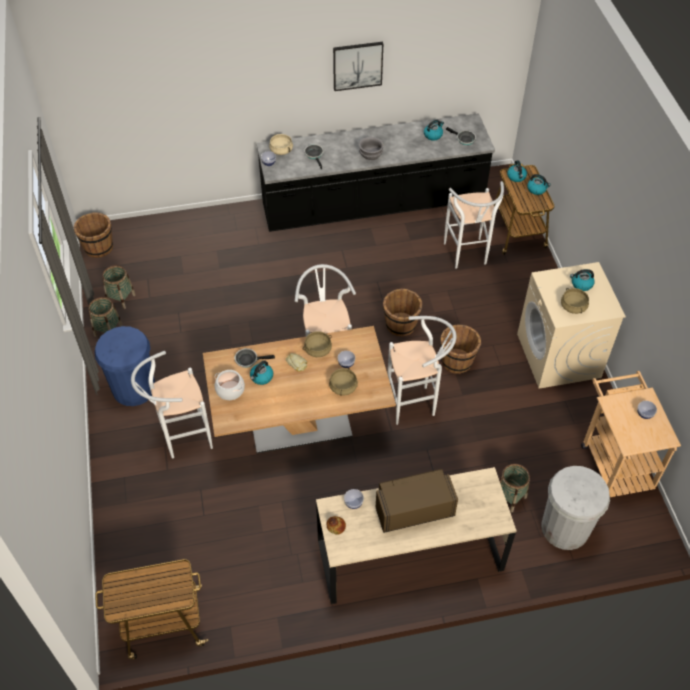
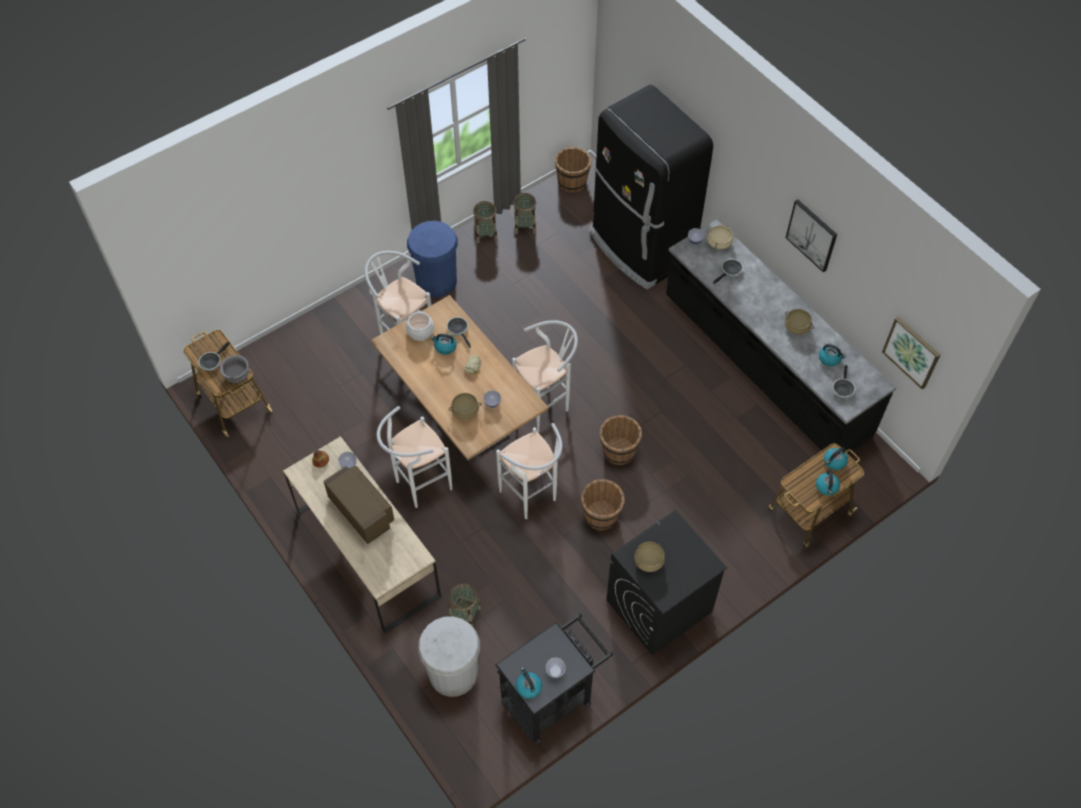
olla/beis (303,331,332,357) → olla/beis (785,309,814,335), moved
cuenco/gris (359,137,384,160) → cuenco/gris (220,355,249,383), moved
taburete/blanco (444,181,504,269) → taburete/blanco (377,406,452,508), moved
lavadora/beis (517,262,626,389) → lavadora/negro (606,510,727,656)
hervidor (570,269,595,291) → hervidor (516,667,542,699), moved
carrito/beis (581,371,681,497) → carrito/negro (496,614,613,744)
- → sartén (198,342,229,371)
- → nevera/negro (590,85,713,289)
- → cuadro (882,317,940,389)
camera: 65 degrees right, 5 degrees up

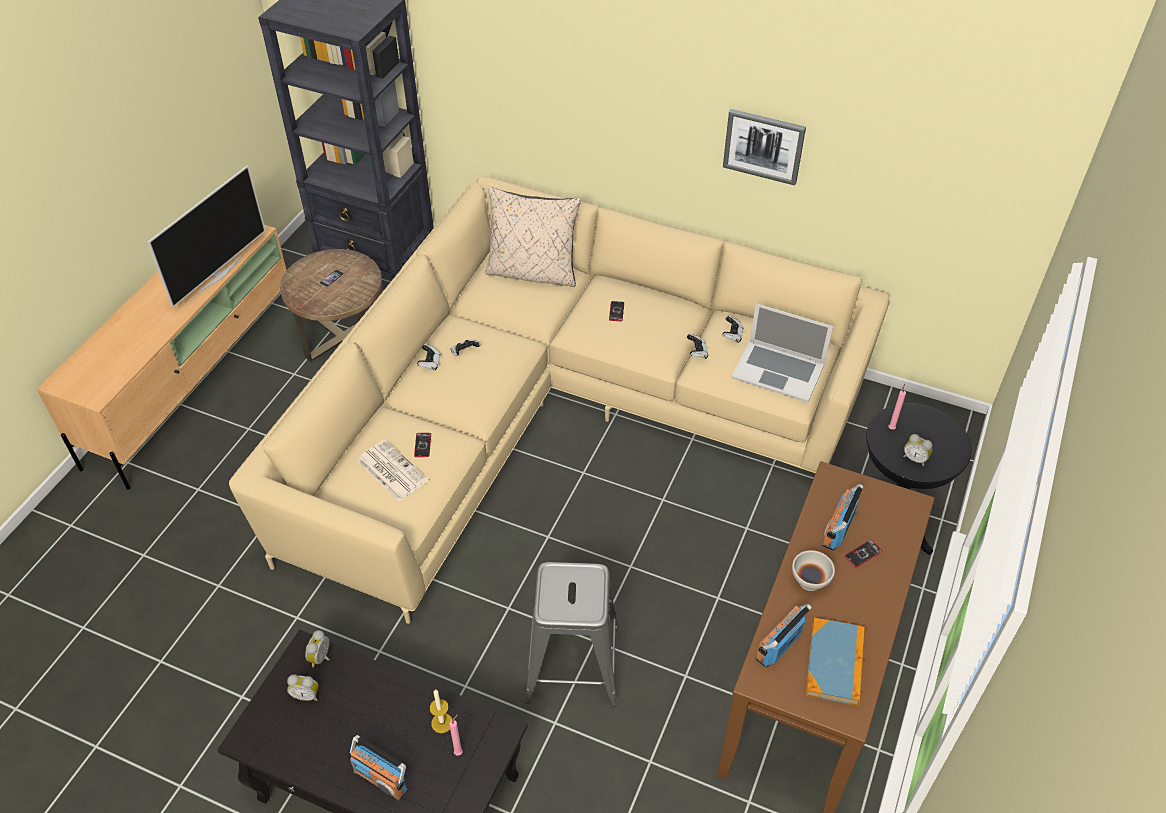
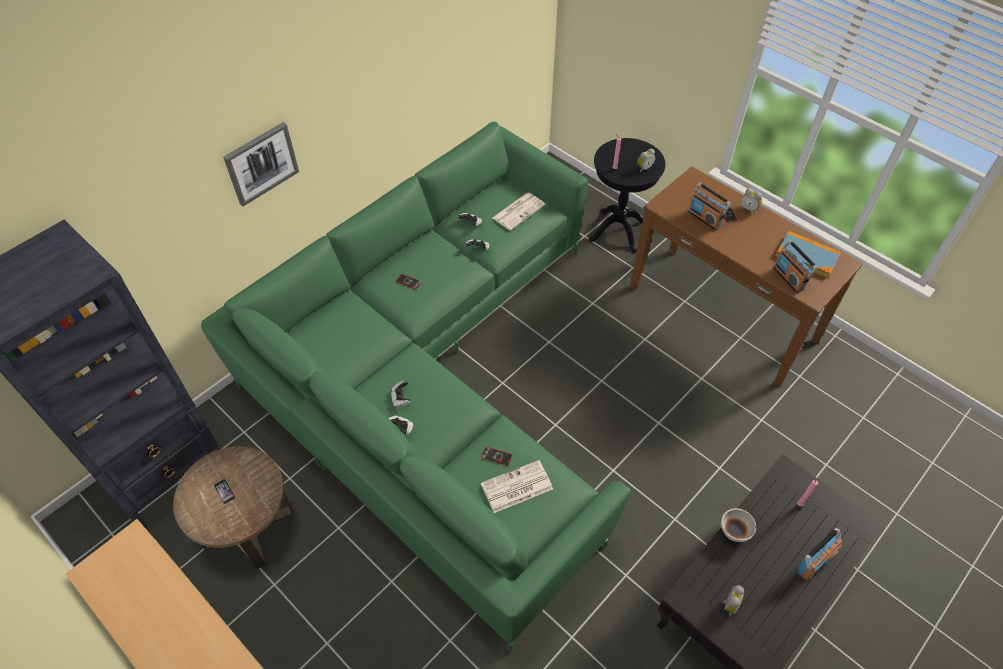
televisor (148,165,266,308) → -
sofá/beis (229,176,890,624) → sofá/verde (201,122,631,652)
despertador (305,630,330,667) → despertador (741,188,762,214), moved
vela (430,689,453,733) → -
cojín/beis (486,187,581,287) → -
taburete/gris (525,562,619,707) → -
cuadro (723,109,806,186) → cuadro (223,122,299,206), moved
portátil (732,303,833,403) → periódico (493,193,545,230)
cuenco/blanco (792,550,835,591) → cuenco/blanco (721,508,756,542), moved
camera: 70 degrees left, 5 degrees up

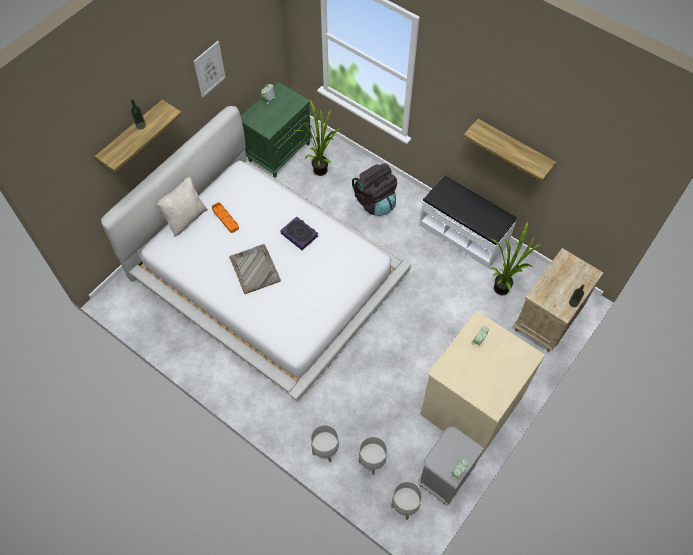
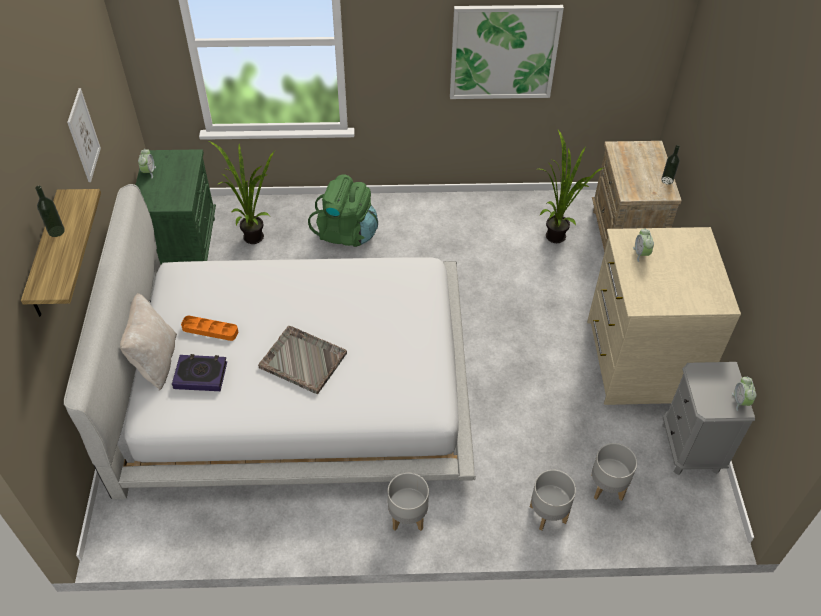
libro (280,217,318,250) → libro (172,354,227,391), moved
mochila/negro (352,164,397,216) → mochila/verde (308,175,378,247)
maceta/gris (391,481,422,520) → maceta/gris (388,473,429,531), moved
banco/blanco (419,175,517,269) → -
estante (463,119,556,181) → cuadro (450,5,564,99)
camera: 40 degrees left, 10 degrees down

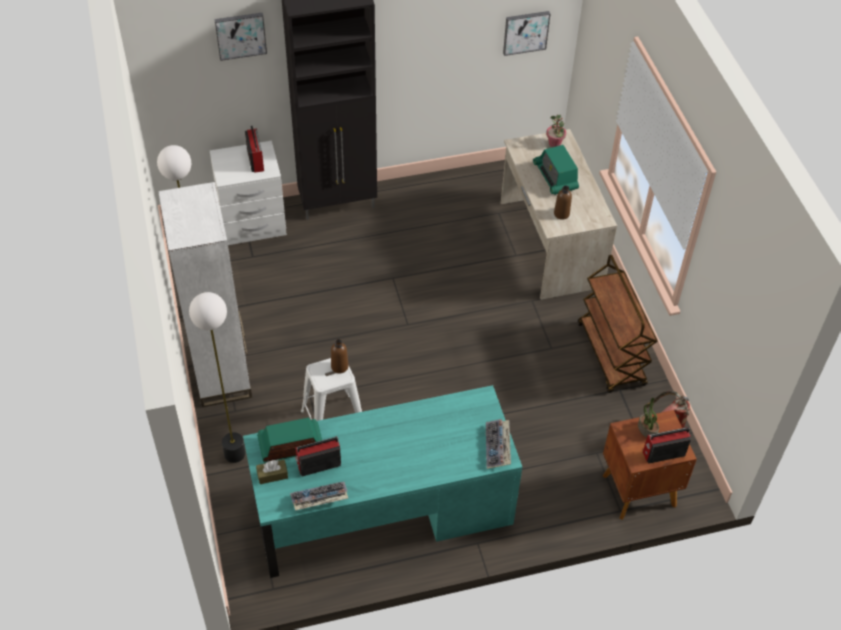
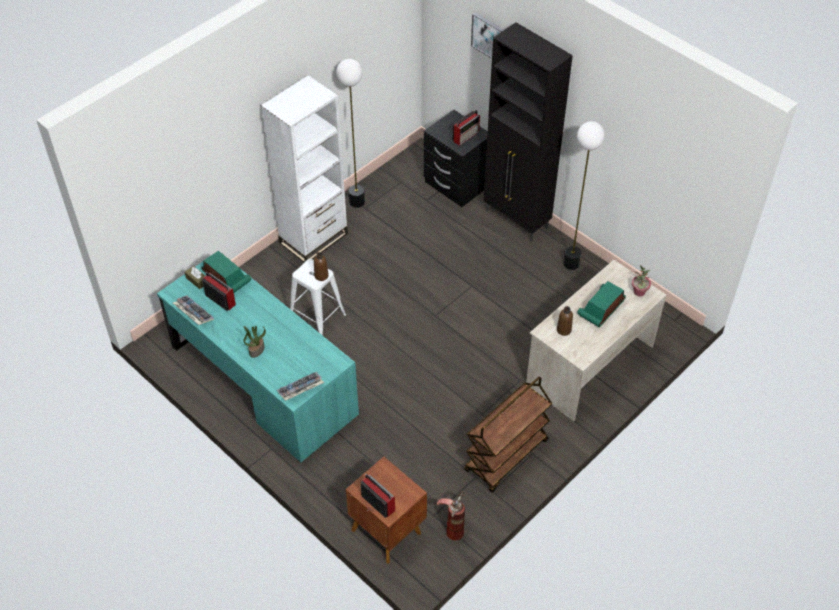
lámpara de pie (189,292,245,463) → lámpara de pie (563,121,605,270), moved
mesita de noche/blanco (210,141,287,245) → mesita de noche/negro (424,110,488,207)
cuadro (503,11,550,56) → -
planta en maceta (638,398,659,437) → planta en maceta (244,326,266,358), moved
camera: 60 degrees right, 0 degrees up

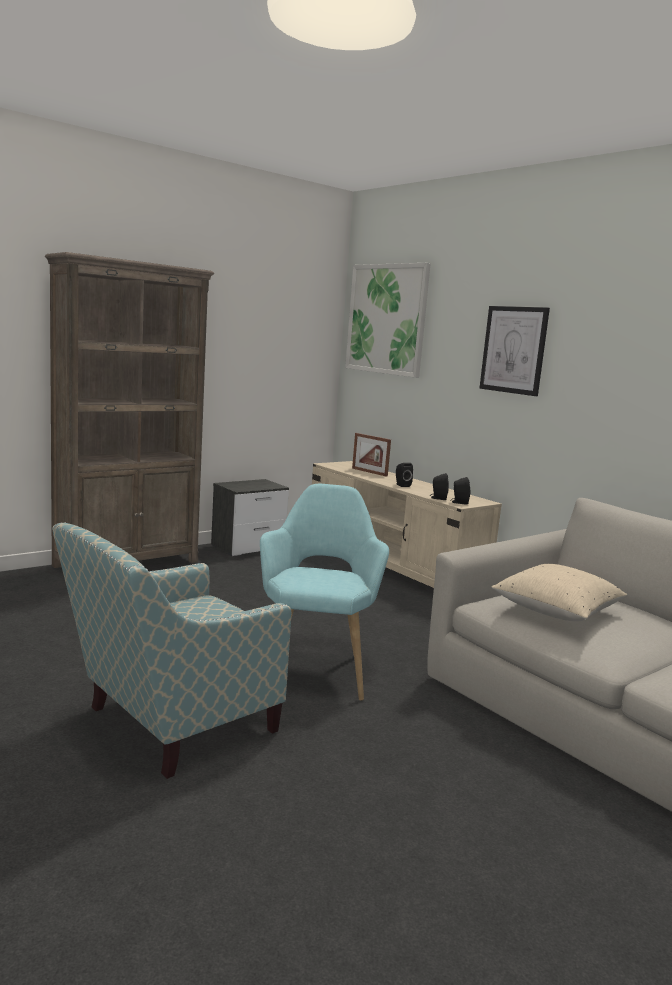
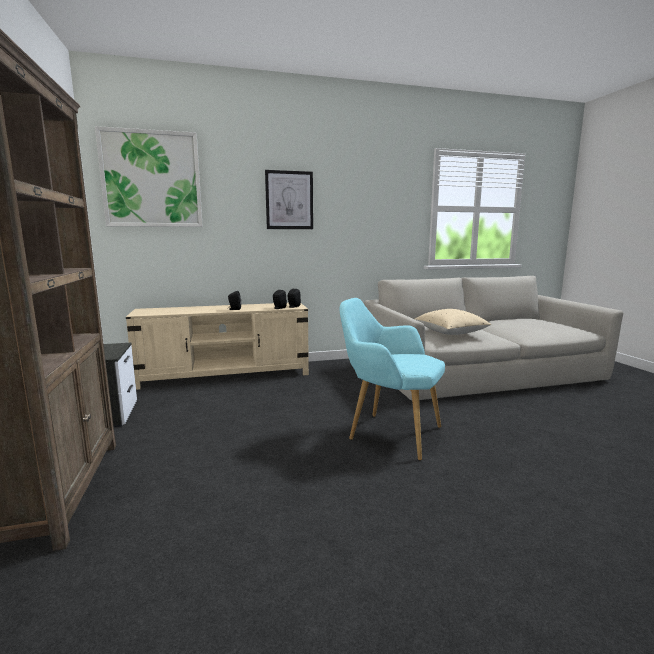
sillón (52,522,291,779) → -
portarretratos (352,433,391,477) → -
camera: 65 degrees left, 0 degrees up

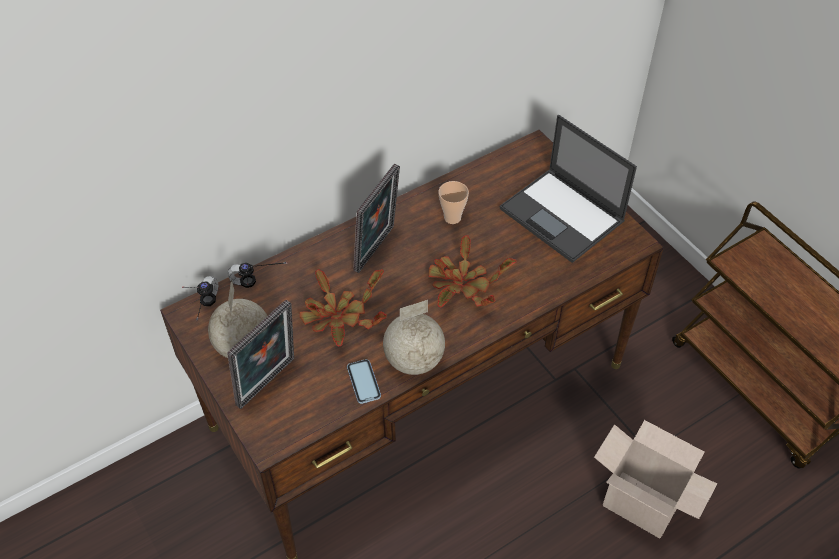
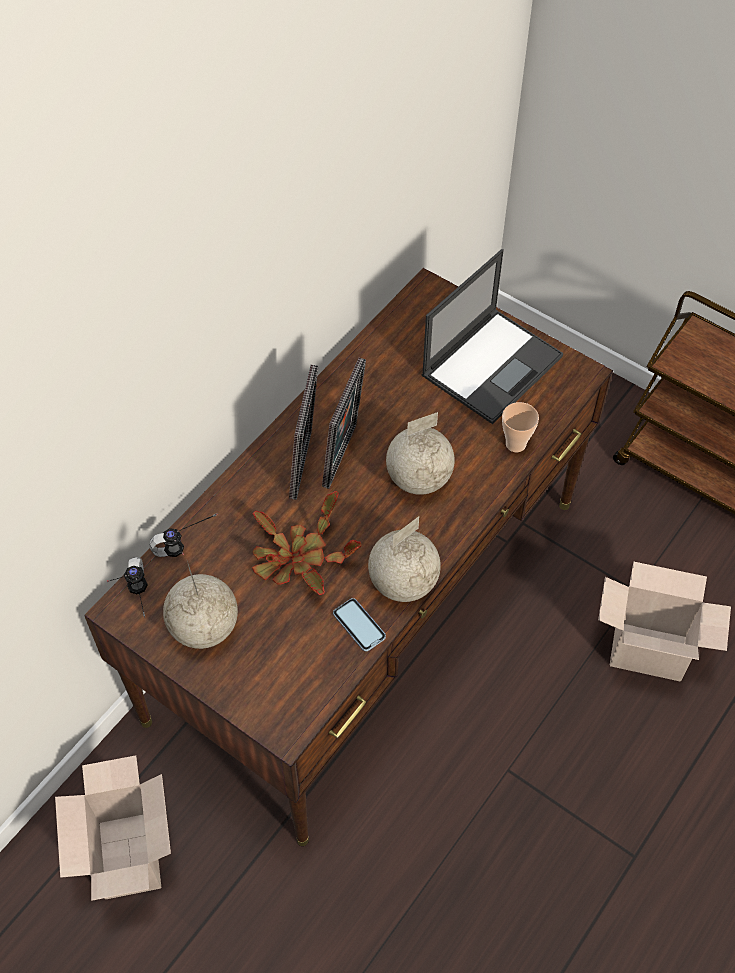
portarretratos (227,300,294,409) → portarretratos (322,358,366,489), moved
planta en maceta (428,236,517,307) → globo terráqueo (386,412,455,495)
taza (438,181,469,224) → taza (502,402,539,452), moved
portátil (500,115,637,263) → portátil (421,249,563,424), 75 degrees counterclockwise
- → caja de cartón (55,755,171,901)
camera: 20 degrees left, 5 degrees up

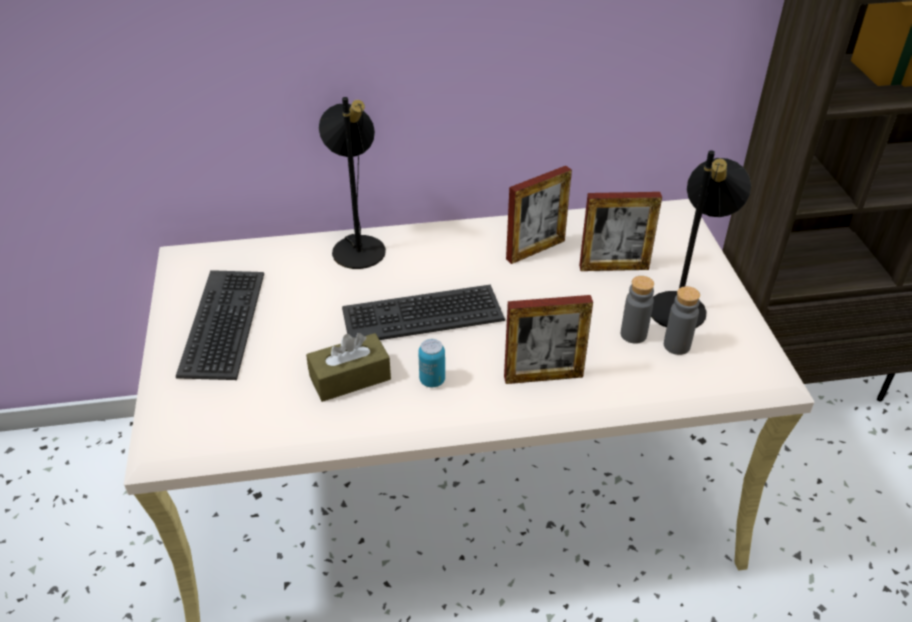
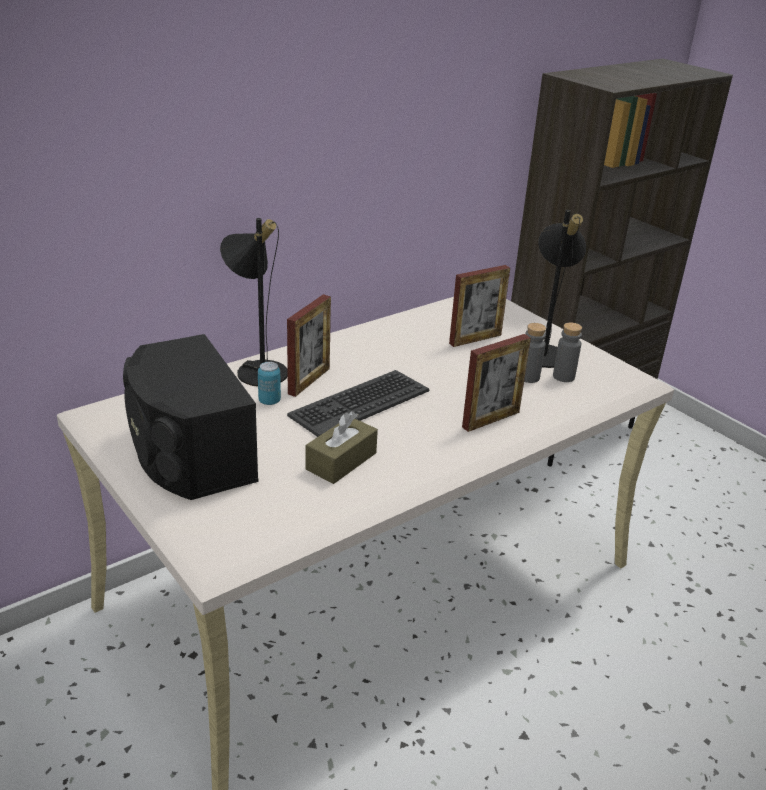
teclado (176,270,264,380) → altavoz/negro (123,334,258,500)
lata (418,339,445,387) → lata (258,362,281,405), moved
portarretratos (506,166,572,264) → portarretratos (287,294,331,397), moved
camera: 30 degrees left, 10 degrees down

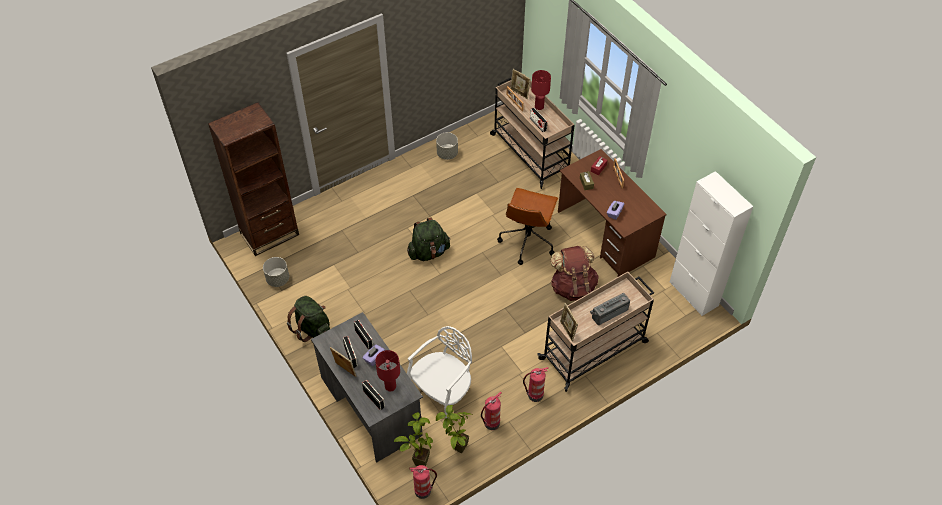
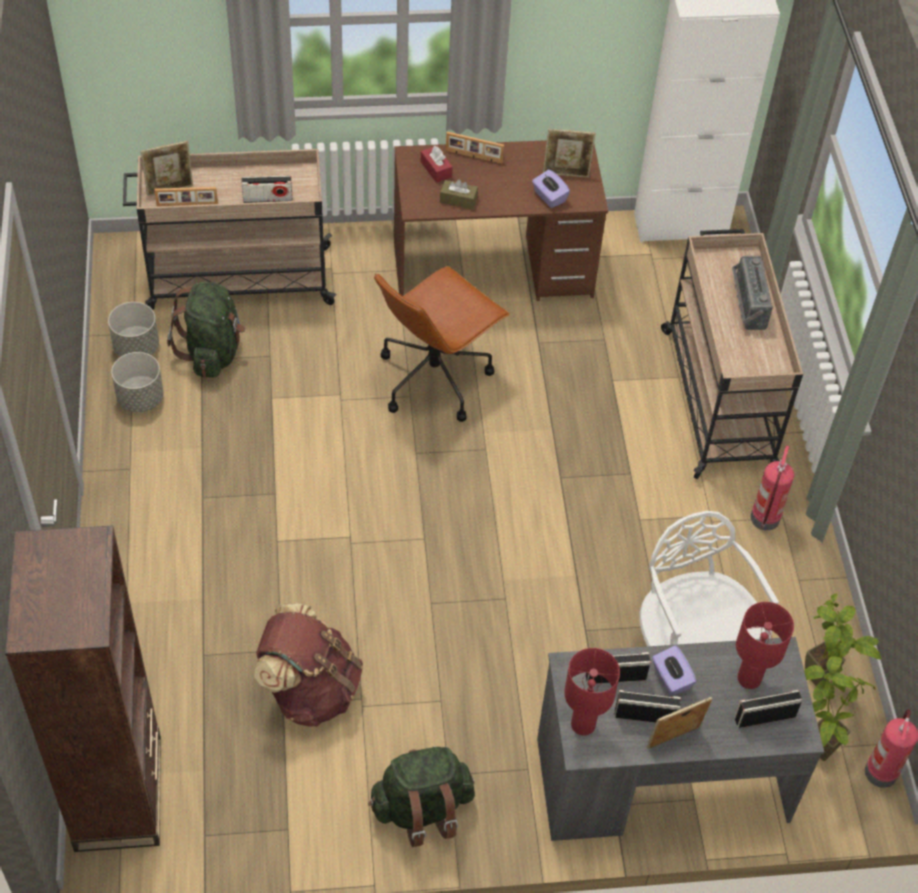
maceta/gris (263,257,289,287) → maceta/gris (108,302,159,357), moved
mochila/verde (407,217,450,261) → mochila/verde (167,282,245,378), moved
extintor (481,392,501,430) → -
silla de oficina/marrón (497,188,558,265) → silla de oficina/marrón (374,266,510,422), 90 degrees clockwise
lámpara de mesa/rojo (531,70,551,110) → lámpara de mesa/rojo (564,648,620,736), moved
mochila/marrón (551,246,598,301) → mochila/marrón (254,603,363,727), moved
portarretratos (560,303,578,342) → portarretratos (543,129,596,178), moved
camera: 65 degrees left, 0 degrees up

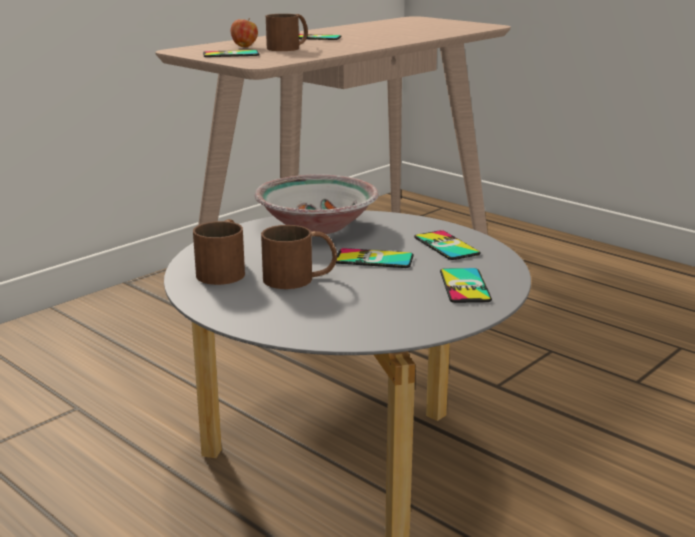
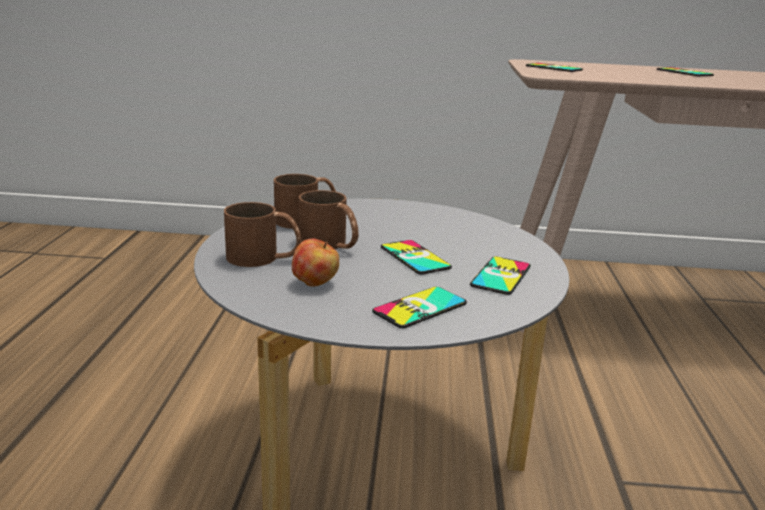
manzana (231,18,258,47) → manzana (292,238,339,287), moved
cuenco (255,174,379,234) → -
taza grande/marrón (266,14,308,51) → taza grande/marrón (224,202,302,267), moved
camera: 50 degrees right, 0 degrees up

